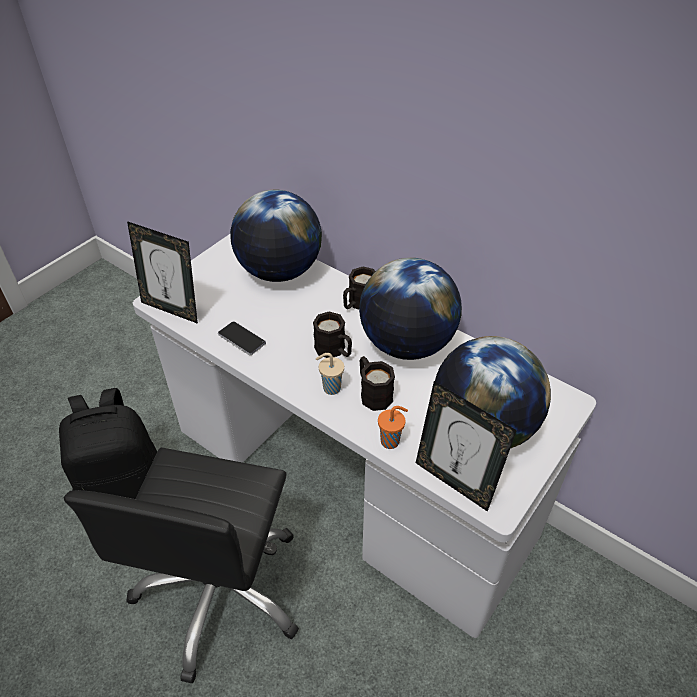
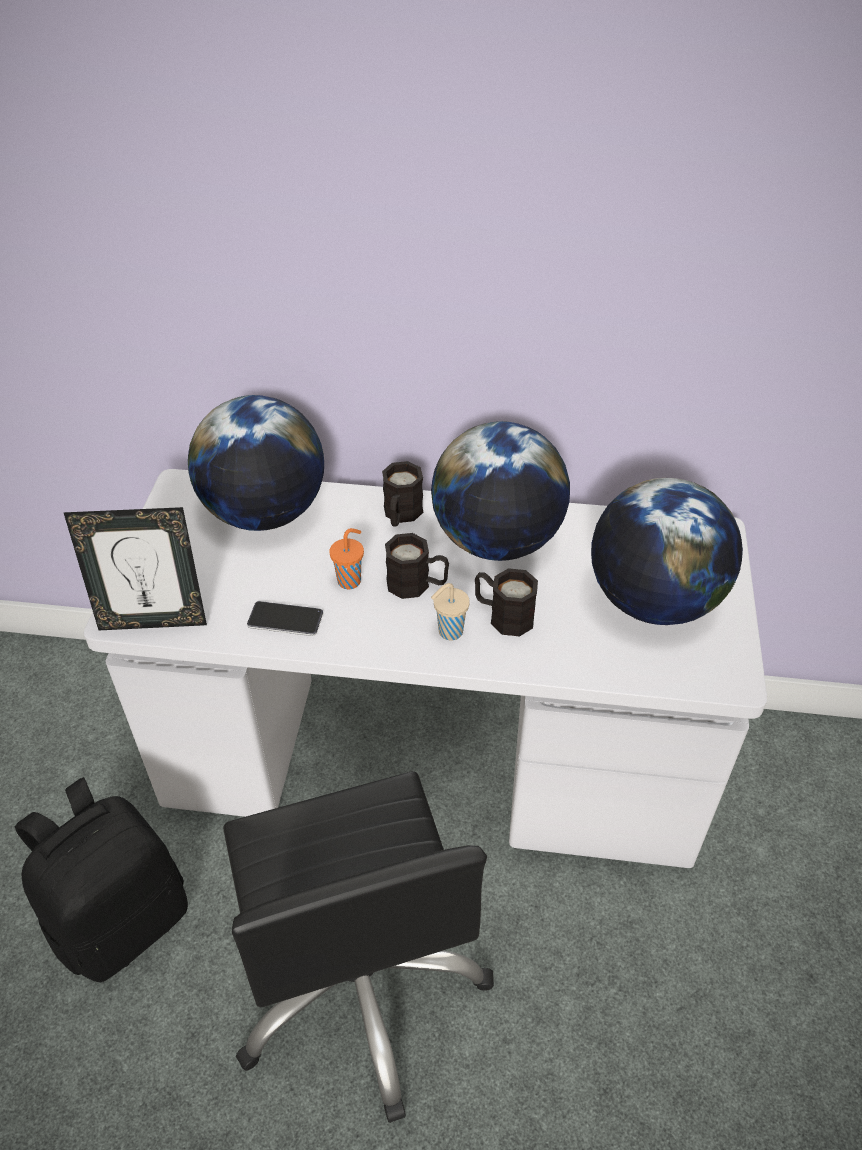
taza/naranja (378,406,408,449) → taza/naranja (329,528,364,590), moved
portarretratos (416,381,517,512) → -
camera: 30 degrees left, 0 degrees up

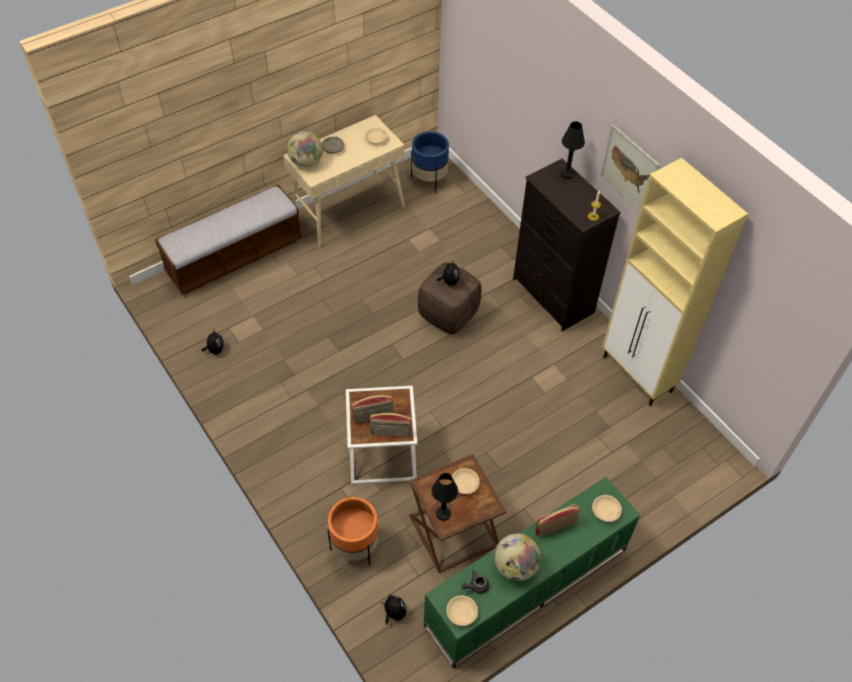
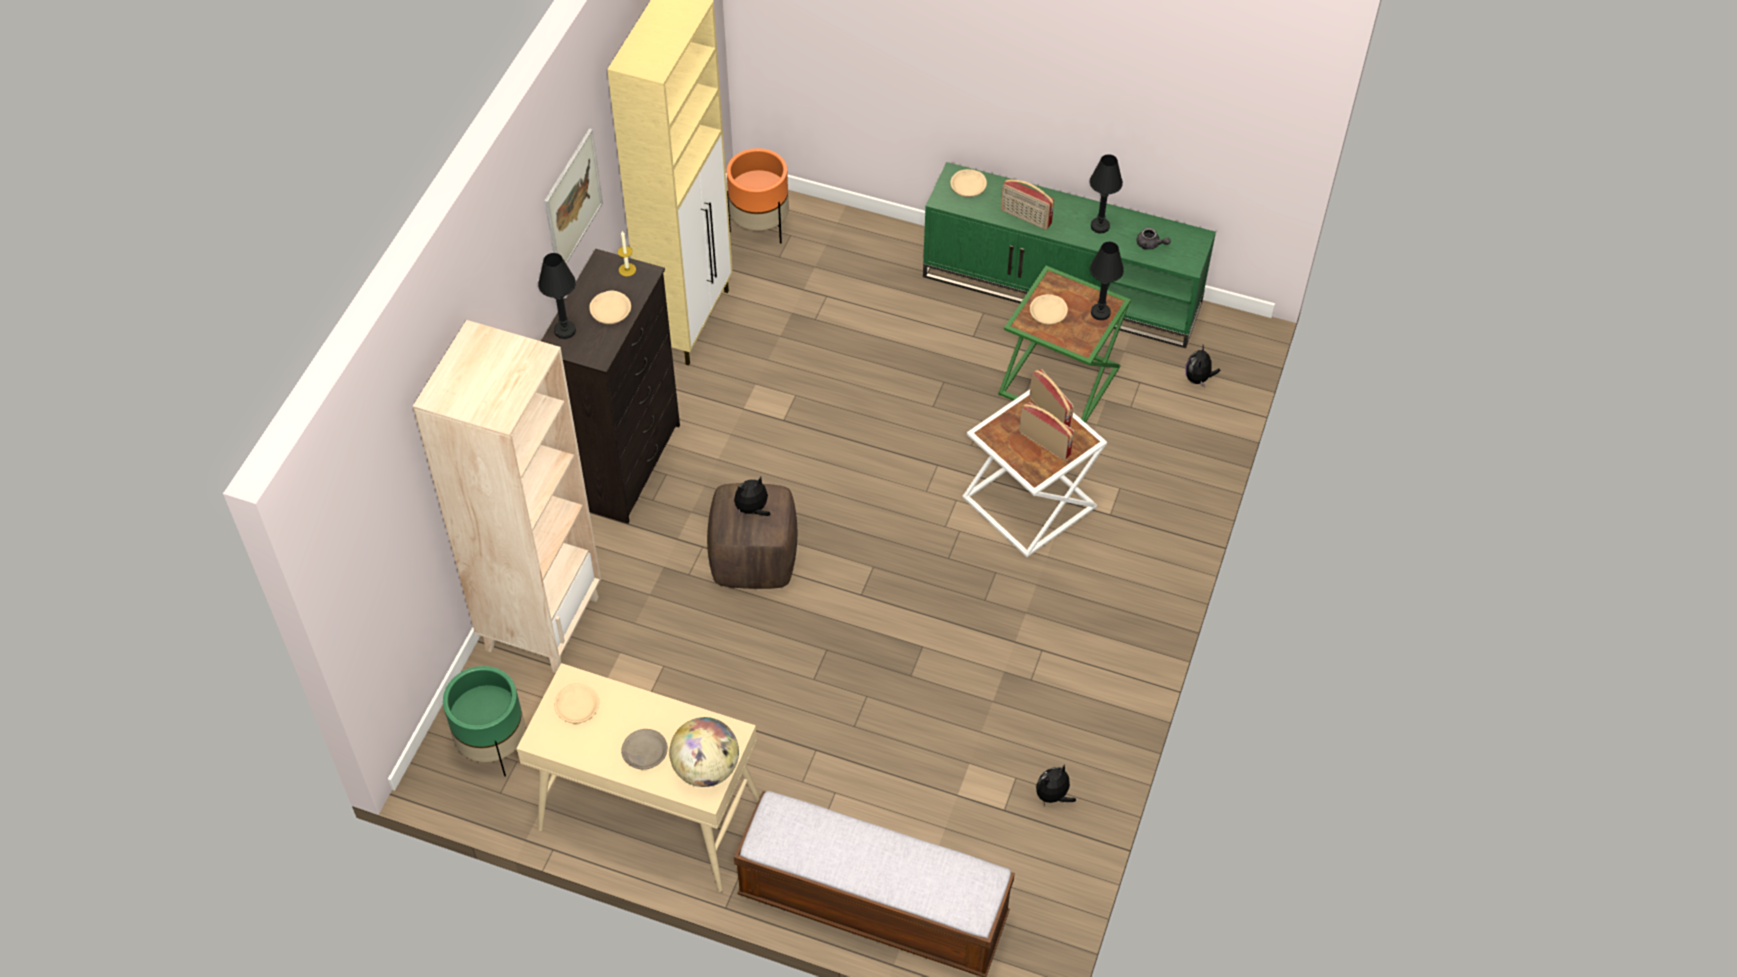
maceta/naranja (328,497,378,566) → maceta/naranja (727,148,789,243), moved
mesa auxiliar/marrón (410,454,506,573) → mesa auxiliar/verde (998,266,1131,423)
maceta/azul (411,131,449,193) → maceta/verde (443,666,525,776)
cuenco/beis (446,596,478,626) → cuenco/beis (589,290,631,324), moved
globo terráqueo (494,534,541,581) → lámpara de mesa/negro (1090,154,1123,234)
- → estantería/beis (413,320,601,673)
camera: 125 degrees left, 0 degrees up

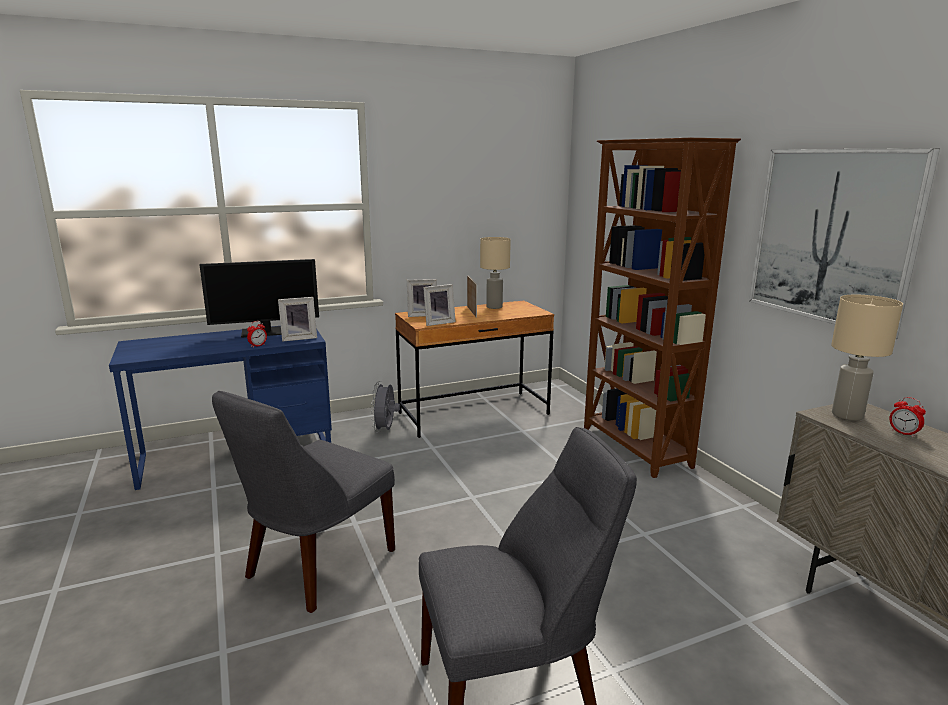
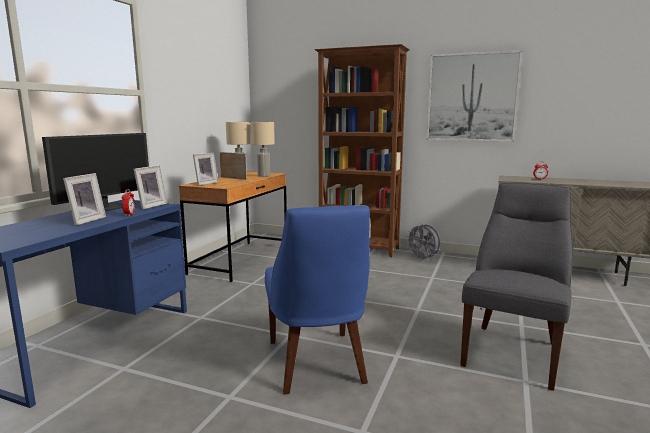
silla/gris (212,391,395,613) → silla/azul (265,205,370,394)
ventilador/gris (371,381,400,433) → ventilador/gris (406,223,440,261), moved
portarretratos (423,284,456,326) → portarretratos (63,173,106,226), moved
lámpara de mesa/beis (831,295,903,421) → lámpara de mesa/beis (251,122,275,177), moved
camera: 45 degrees left, 5 degrees down

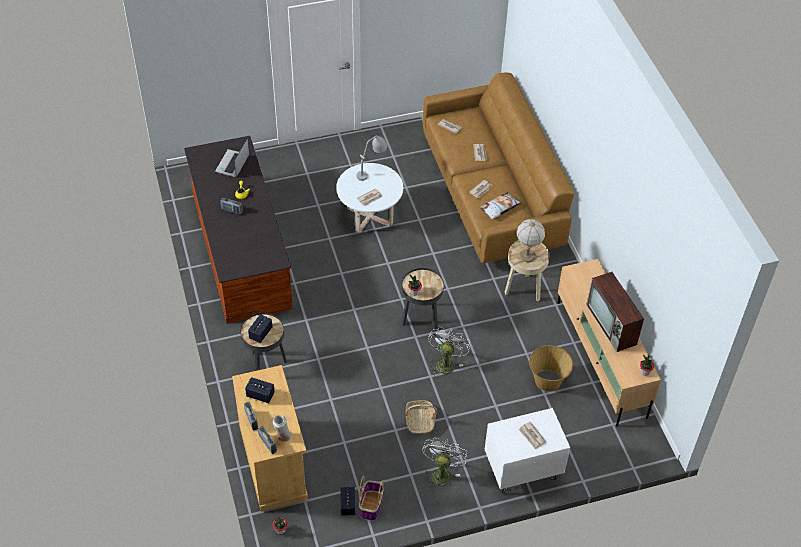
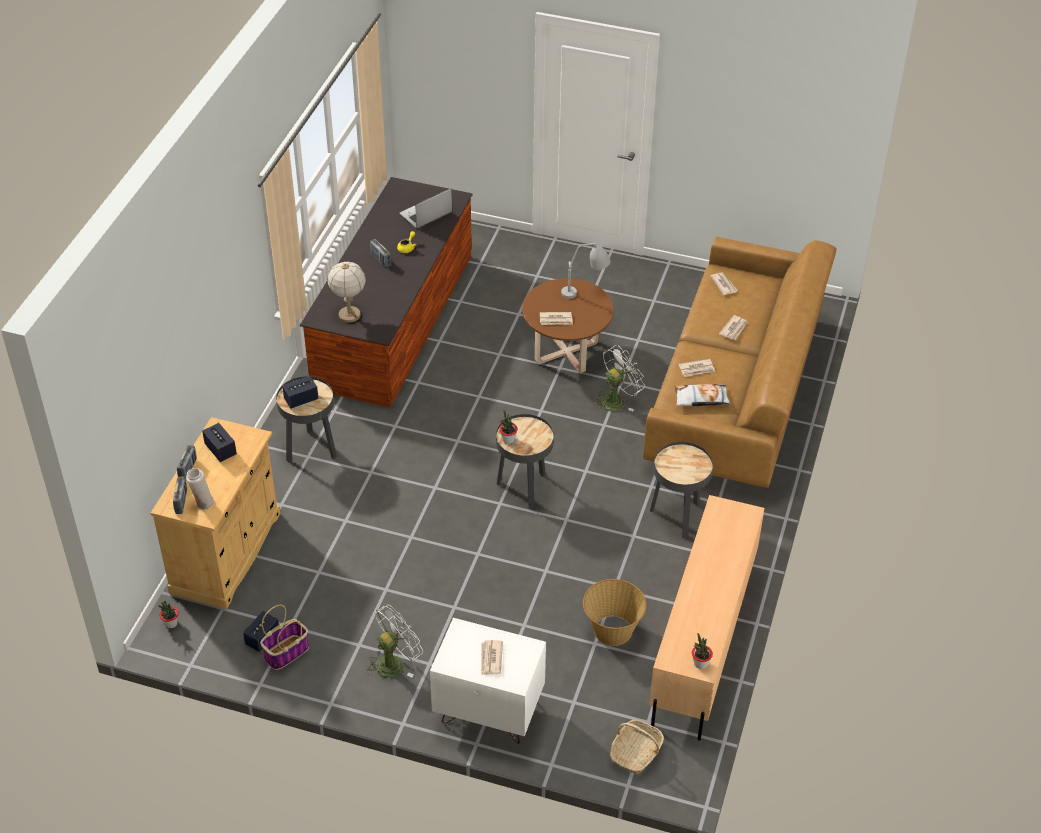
mesa de centro/blanco (336,163,403,233) → mesa de centro/marrón (522,278,614,373)
cesta (405,400,437,434) → cesta (610,720,664,774), moved
ventilador/blanco (428,327,470,377) → ventilador/blanco (593,345,645,412), moved
mesa auxiliar/beis (505,240,550,302) → mesa auxiliar/negro (650,442,713,538)
lámpara de mesa (517,219,545,262) → lámpara de mesa (328,262,366,323), moved
televisor (586,272,644,352) → -
camera: 35 degrees right, 5 degrees down

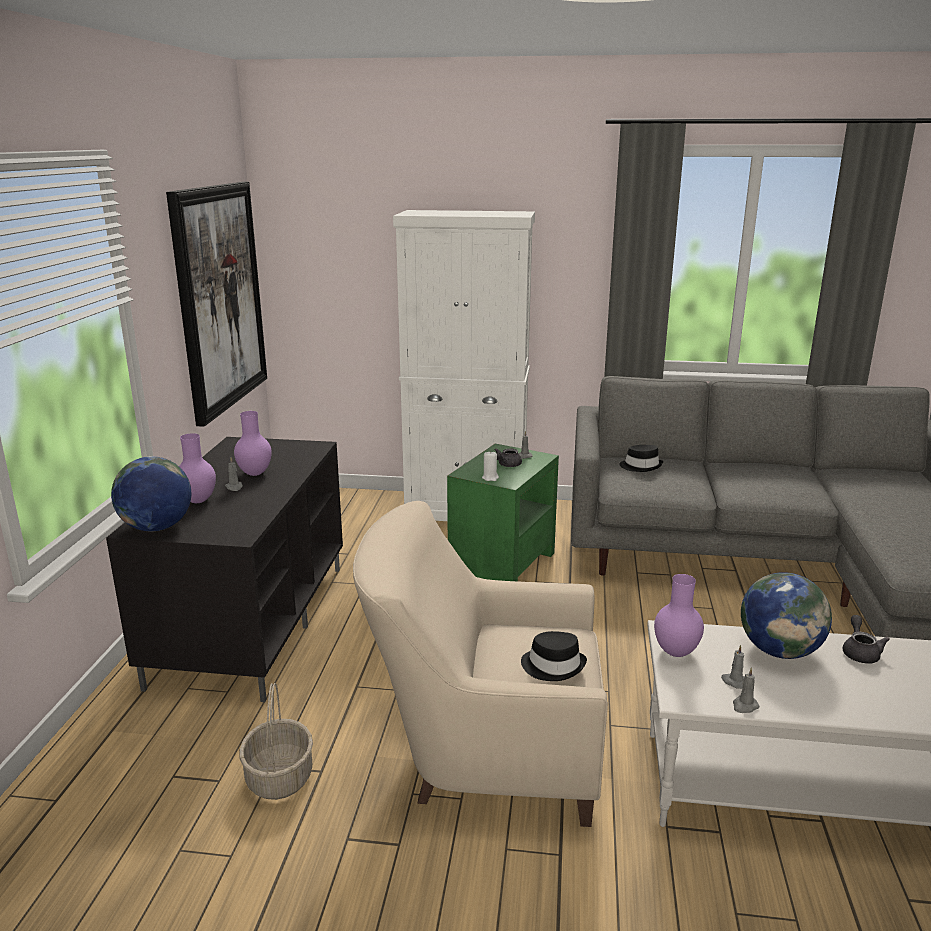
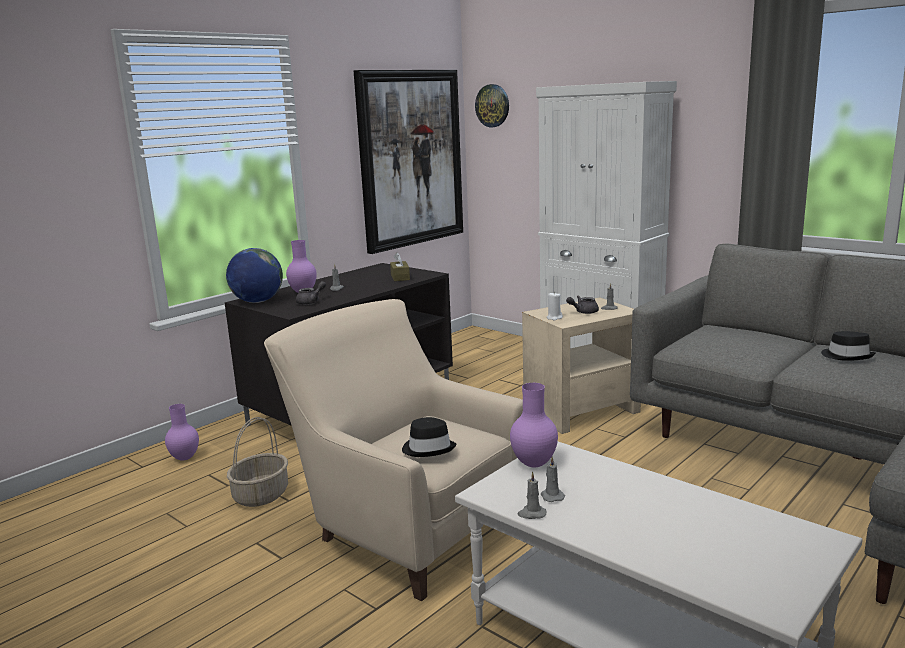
florero/morado (234,411,272,476) → florero/morado (165,404,199,461), moved
mesa auxiliar/verde (447,444,559,581) → mesa auxiliar/beis (522,297,641,434)
sombrero/negro (619,445,663,472) → sombrero/negro (821,331,876,361), moved
globo terráqueo (741,572,832,659) → -
tetera/gris (843,615,890,664) → tetera/gris (296,281,326,305), moved
- → caja de pañuelos/marrón (390,252,410,281)
- → reloj de pared (475,84,509,127)
camera: 35 degrees right, 5 degrees down

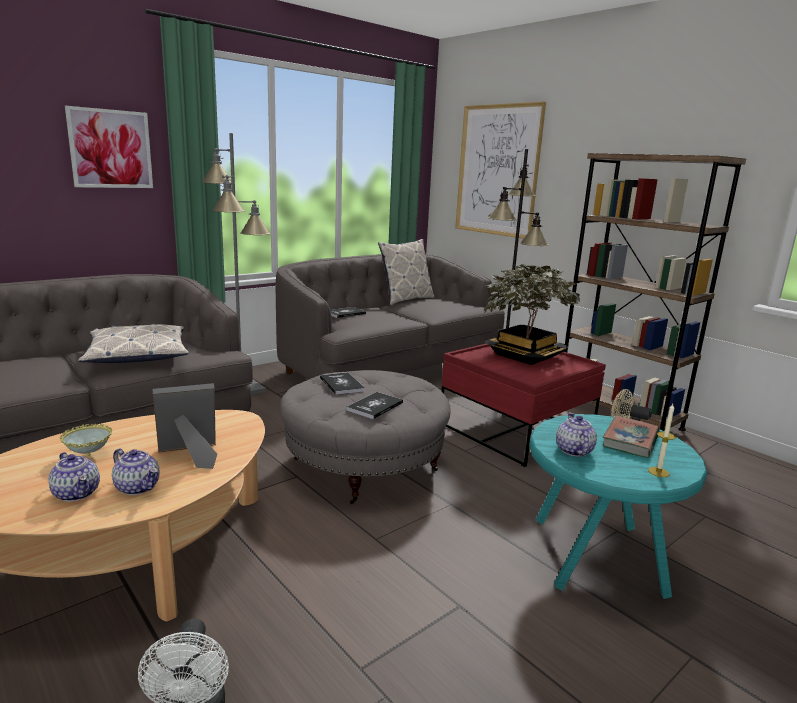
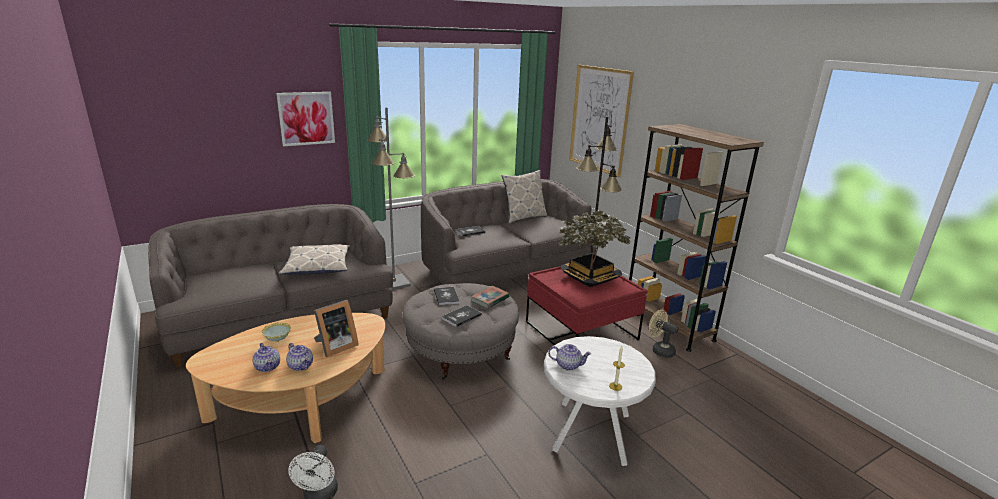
portarretratos (153,383,217,469) → portarretratos (314,300,359,357), 150 degrees clockwise
mesa auxiliar/turquesa (529,414,707,599) → mesa auxiliar/blanco (544,336,656,466)
tetera (556,412,597,457) → tetera (548,344,591,371), 90 degrees clockwise
libro (603,416,660,458) → libro (471,286,509,308), moved
camera: 10 degrees right, 5 degrees up

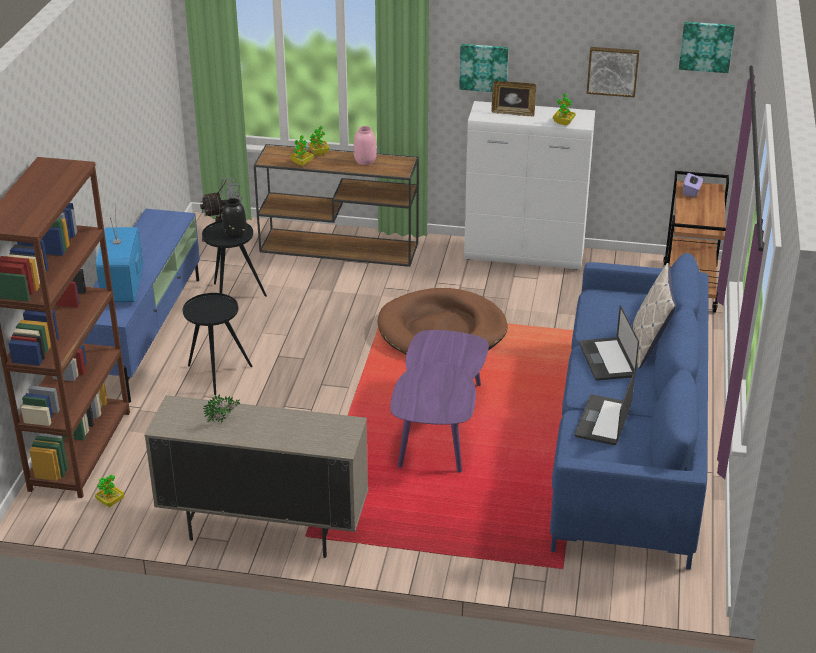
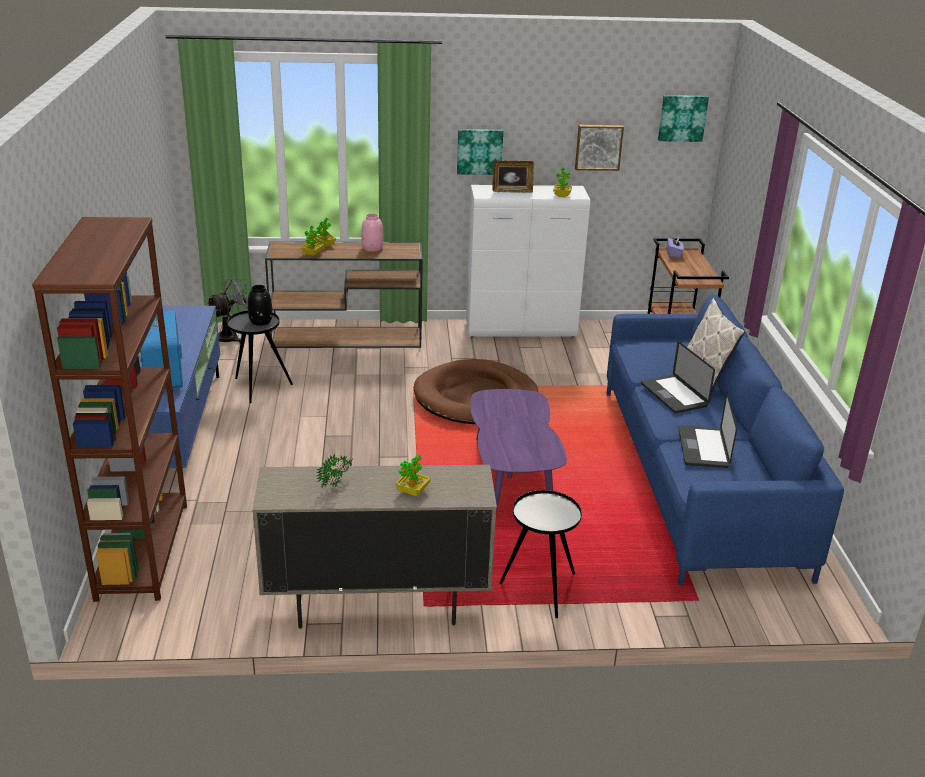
planta en maceta (95,475,125,507) → planta en maceta (396,454,430,496), moved
mesa auxiliar/negro (183,293,252,395) → mesa auxiliar/negro (500,490,582,618), moved
camera: 15 degrees left, 5 degrees down

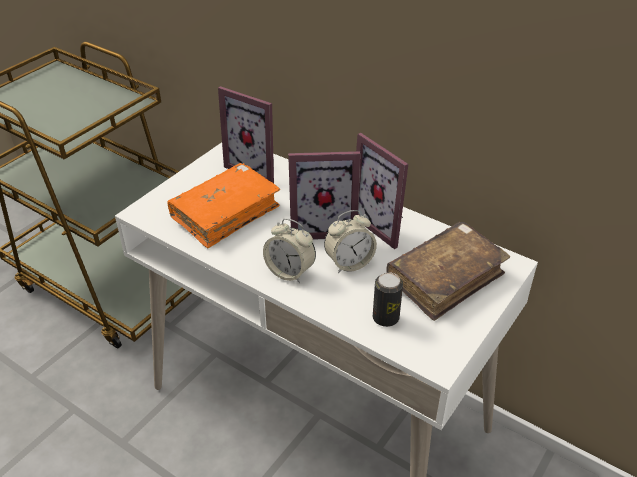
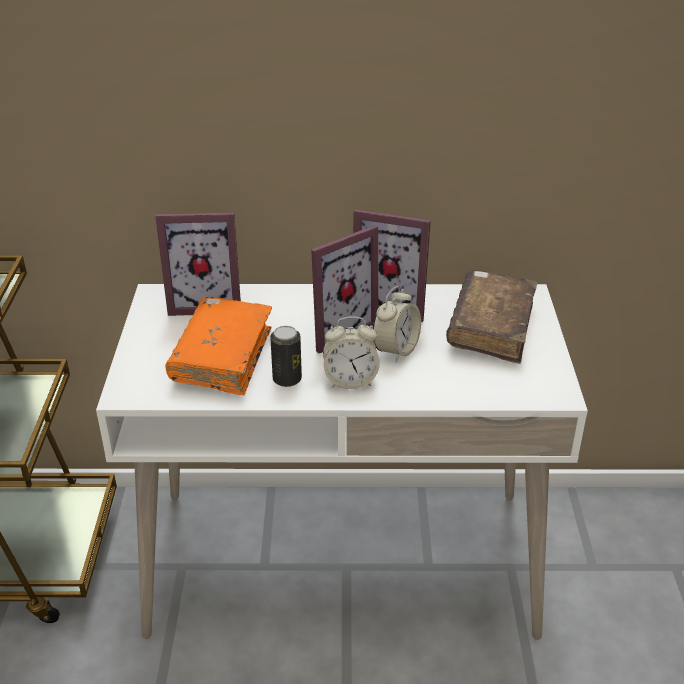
lata (373,272,403,327) → lata (270,326,302,387), moved
camera: 35 degrees left, 5 degrees down

